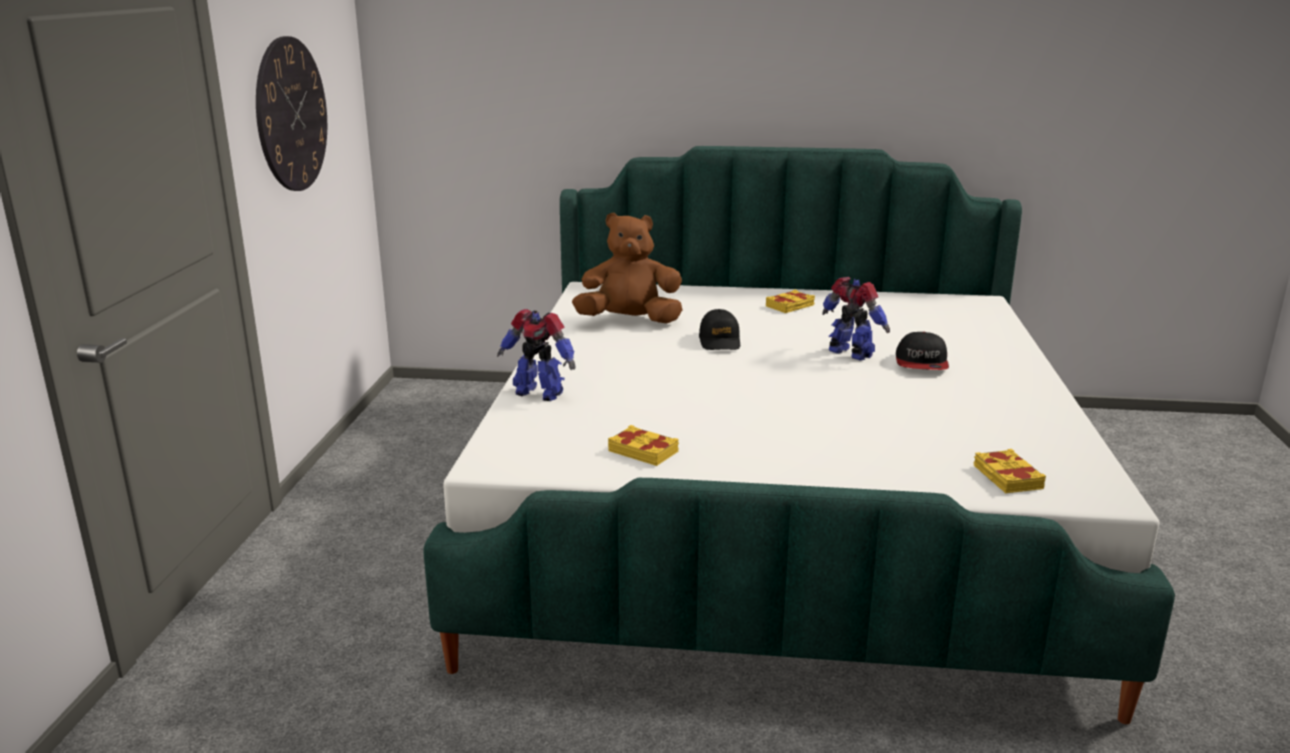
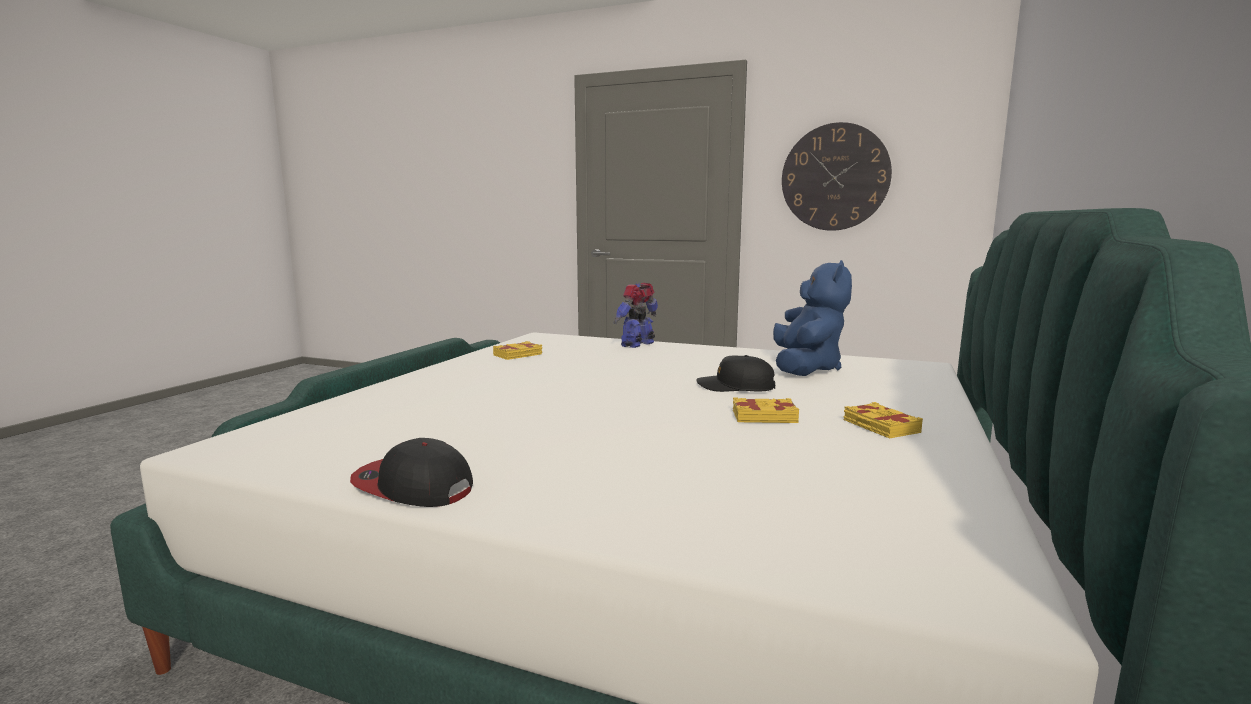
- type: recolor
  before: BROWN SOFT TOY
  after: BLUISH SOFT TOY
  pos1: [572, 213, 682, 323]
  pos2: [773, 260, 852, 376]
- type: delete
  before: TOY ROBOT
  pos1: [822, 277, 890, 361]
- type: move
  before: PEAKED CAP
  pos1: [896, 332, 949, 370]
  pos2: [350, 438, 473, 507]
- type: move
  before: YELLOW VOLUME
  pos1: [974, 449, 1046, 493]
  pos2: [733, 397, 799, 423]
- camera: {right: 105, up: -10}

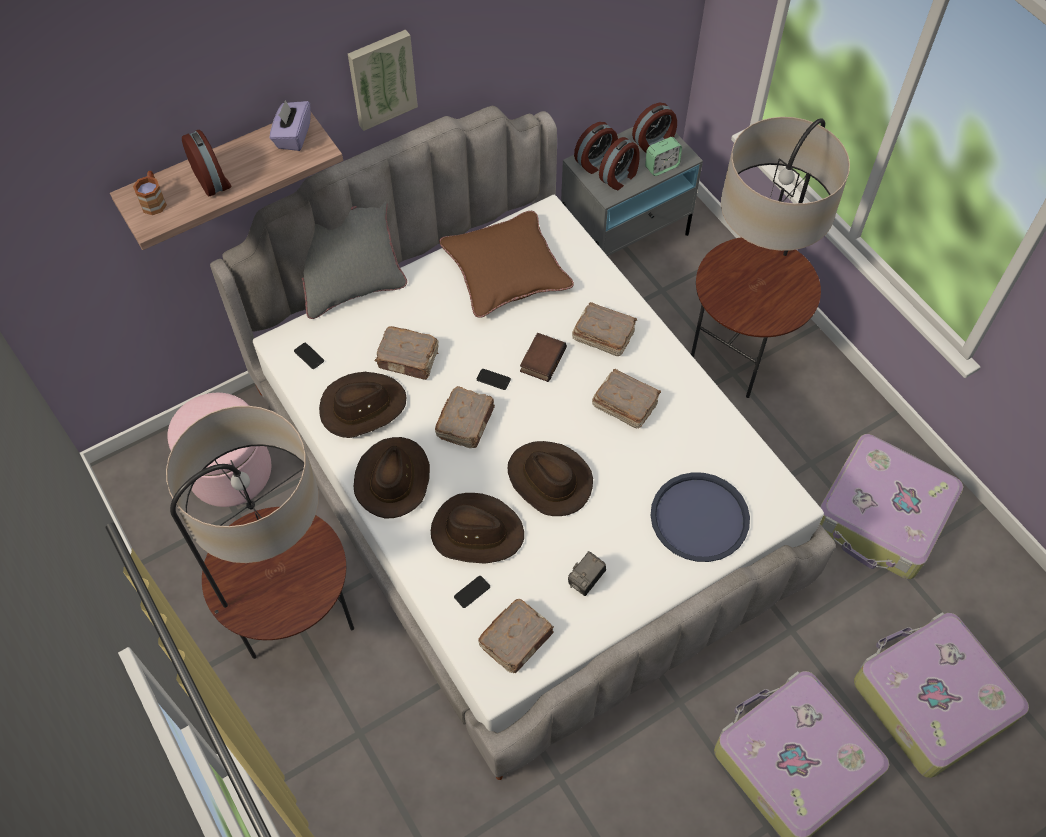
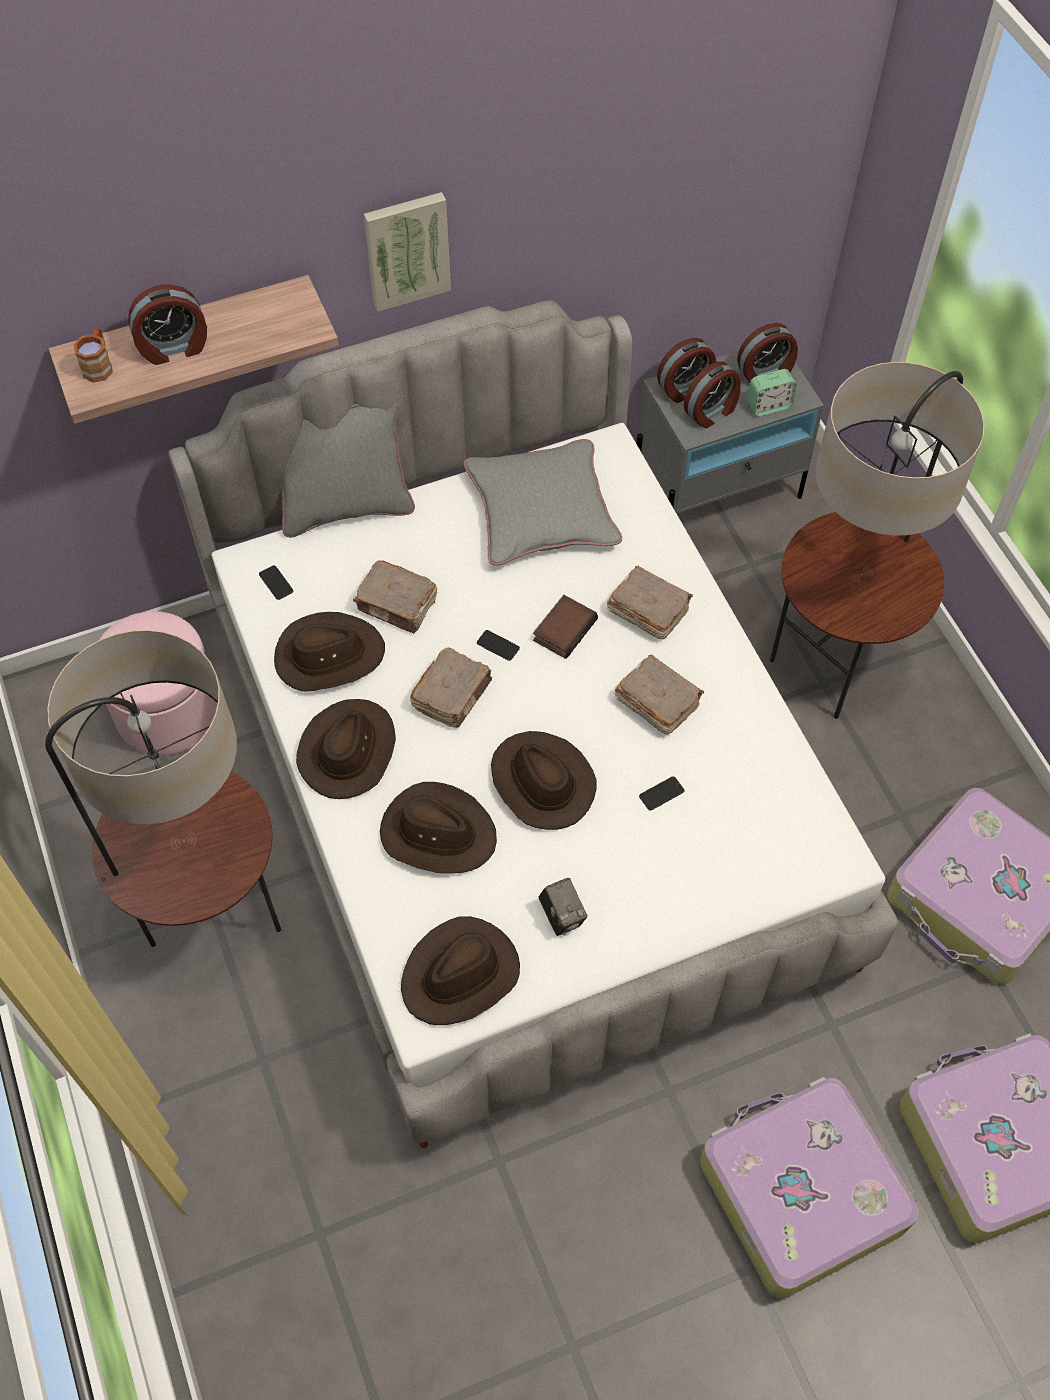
- type: rotate
  before: ALARM CLOCK
  pos1: [182, 130, 231, 196]
  pos2: [128, 284, 207, 365]
  turn: 90
- type: delete
  before: PURPLE-COLOURED TISSUE BOX
  pos1: [270, 100, 311, 151]
- type: recolor
  before: BROWN PILLOW
  after: GREYISH PILLOW
  pos1: [439, 211, 574, 318]
  pos2: [464, 439, 622, 566]
- type: move
  before: TELEPHONE
  pos1: [454, 576, 490, 608]
  pos2: [639, 776, 684, 811]
- type: replace
  before: BROWN VOLUME
  after: BROWN HAT
  pos1: [478, 599, 554, 673]
  pos2: [401, 916, 520, 1025]
- type: rotate
  before: PHOTO CAMERA
  pos1: [568, 551, 606, 596]
  pos2: [538, 878, 588, 936]
  turn: -75
- type: delete
  before: BLUISH TRAY
  pos1: [651, 472, 750, 562]
- camera: {right: 10, up: 0}

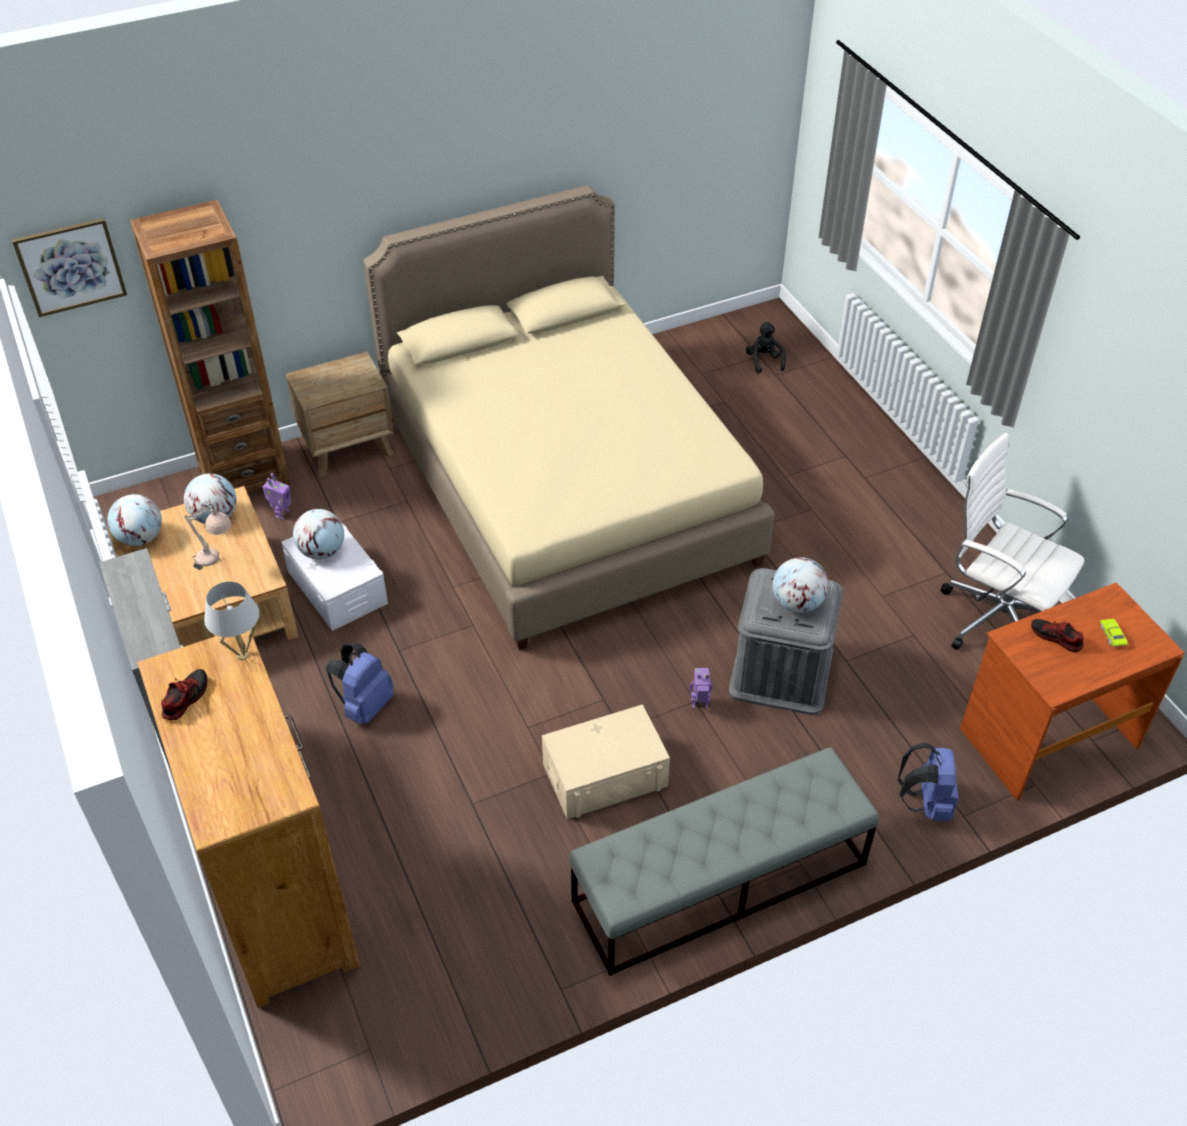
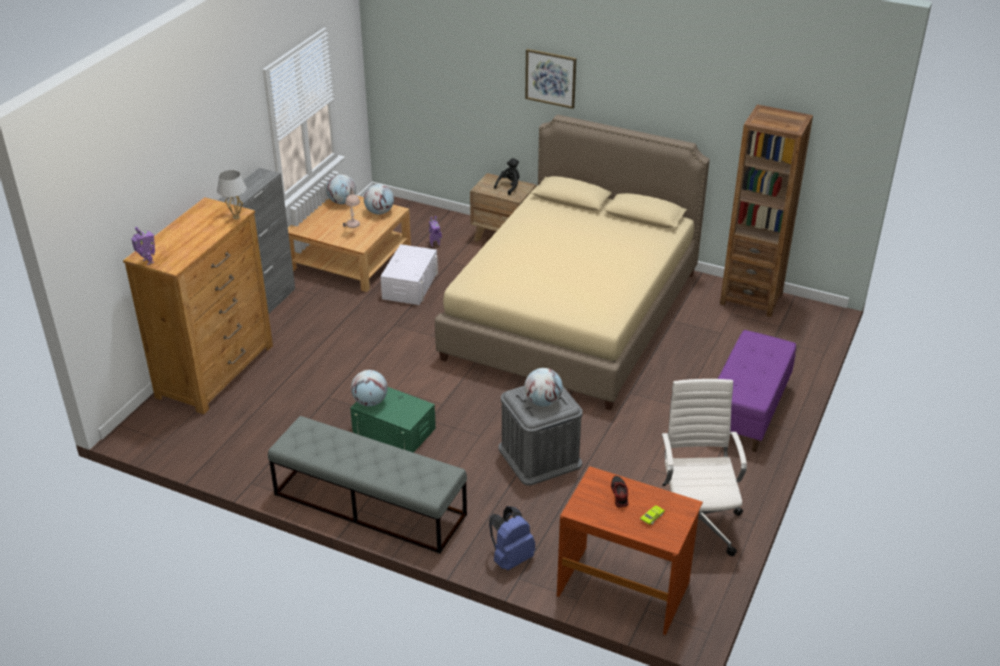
- type: move
  before: WALL PICTURE
  pos1: [12, 218, 127, 317]
  pos2: [525, 49, 576, 109]
- type: move
  before: BROWN SHELVING UNIT
  pos1: [130, 200, 291, 492]
  pos2: [720, 105, 813, 317]
- type: delete
  before: ITEM OF FOOTWEAR
  pos1: [161, 669, 208, 720]
- type: move
  before: DESK GLOBE
  pos1: [293, 509, 344, 559]
  pos2: [351, 370, 388, 406]
- type: delete
  before: BLUISH RUCKSACK
  pos1: [326, 643, 394, 724]
- type: recolor
  before: BEIGE STORAGE BOX
  after: GREENISH STORAGE BOX
  pos1: [542, 704, 670, 819]
  pos2: [350, 387, 436, 453]
- type: move
  before: TOY ROBOT
  pos1: [690, 668, 712, 708]
  pos2: [131, 227, 155, 265]
- type: move
  before: BLACK SOFT TOY
  pos1: [746, 322, 786, 374]
  pos2: [494, 158, 520, 195]
- type: insert
  after: PURPLE-COLOURED LONG SEAT
  pos2: [718, 330, 796, 452]
- camera: {right: 50, up: -10}

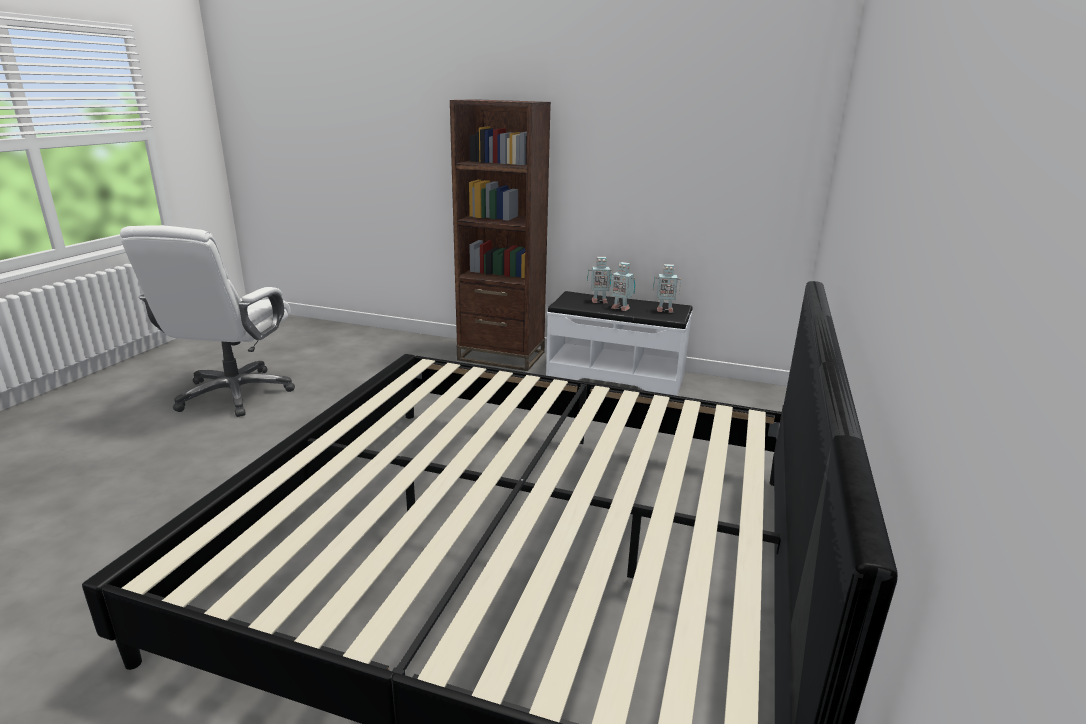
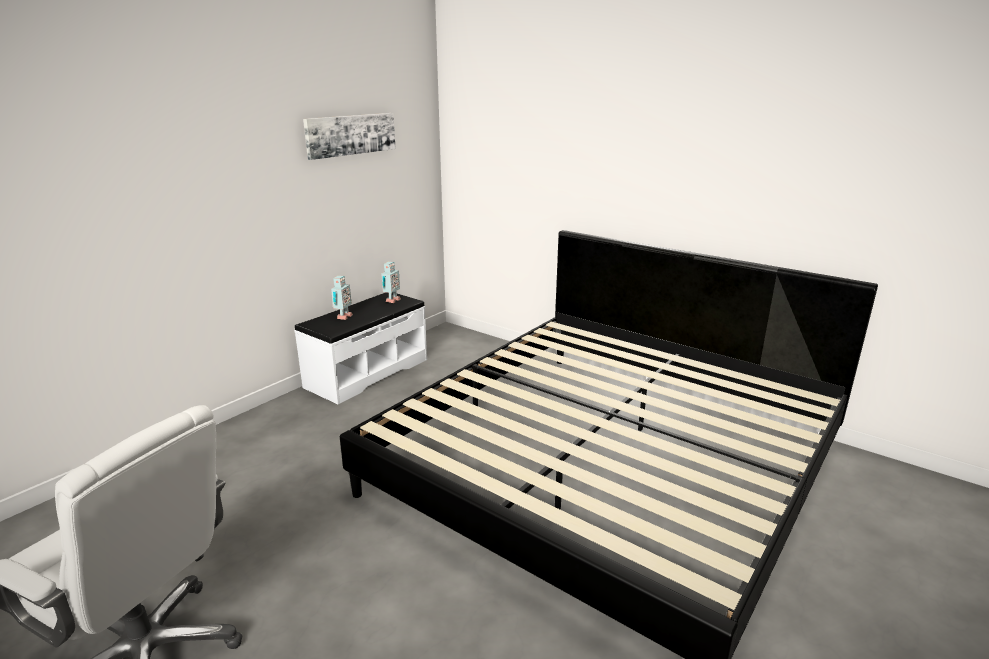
- type: delete
  before: BROWN SHELVING UNIT
  pos1: [450, 99, 551, 371]
- type: delete
  before: TOY ROBOT
  pos1: [610, 262, 635, 311]
- type: insert
  after: WALL PICTURE
  pos2: [303, 113, 396, 160]
- camera: {right: -70, up: 0}

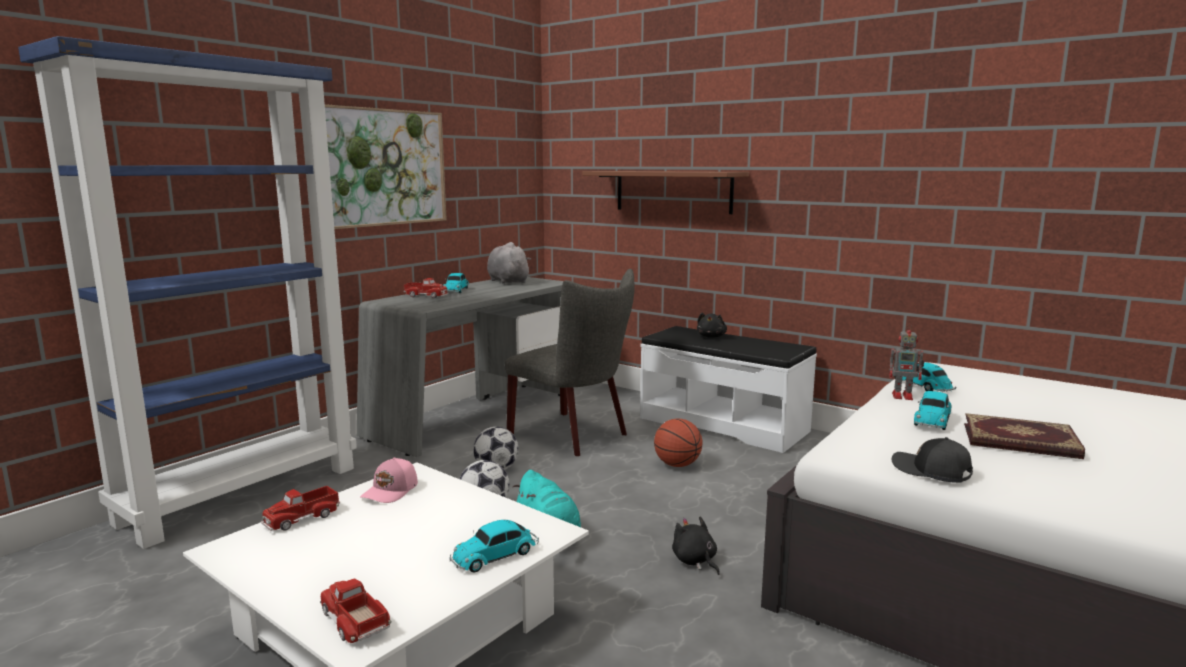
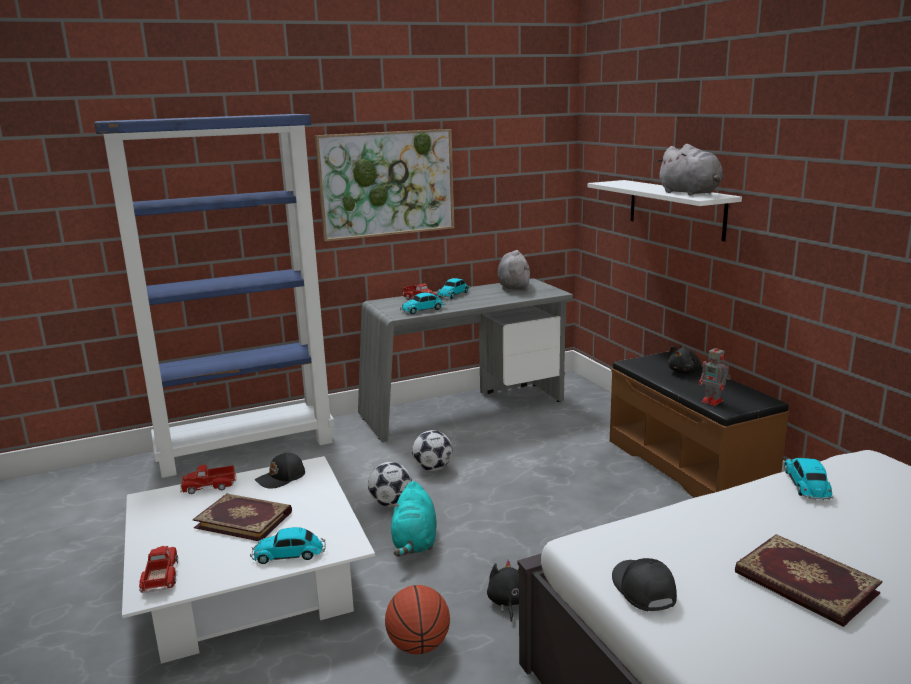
- type: recolor
  before: PINK PEAKED CAP
  after: BLACK PEAKED CAP
  pos1: [360, 457, 418, 503]
  pos2: [255, 453, 305, 489]
- type: delete
  before: GREYISH CHAIR
  pos1: [505, 269, 634, 456]
- type: recolor
  before: BROWN BRACKET SHELF
  after: WHITE BRACKET SHELF
  pos1: [582, 171, 749, 214]
  pos2: [588, 180, 742, 242]
- type: recolor
  before: WHITE LONG SEAT
  after: BROWN LONG SEAT
  pos1: [640, 326, 817, 453]
  pos2: [610, 352, 789, 498]
- type: move
  before: BALL FOR BASKETBALL
  pos1: [654, 418, 703, 467]
  pos2: [385, 585, 450, 654]
- type: move
  before: TOY ROBOT
  pos1: [889, 324, 924, 400]
  pos2: [699, 343, 730, 406]
- type: move
  before: TOY CAR
  pos1: [914, 391, 952, 430]
  pos2: [400, 292, 446, 314]
- type: insert
  after: VOLUME
  pos2: [193, 494, 292, 541]
- type: insert
  after: GREYISH SOFT TOY
  pos2: [656, 144, 723, 196]
- camera: {right: 30, up: 5}

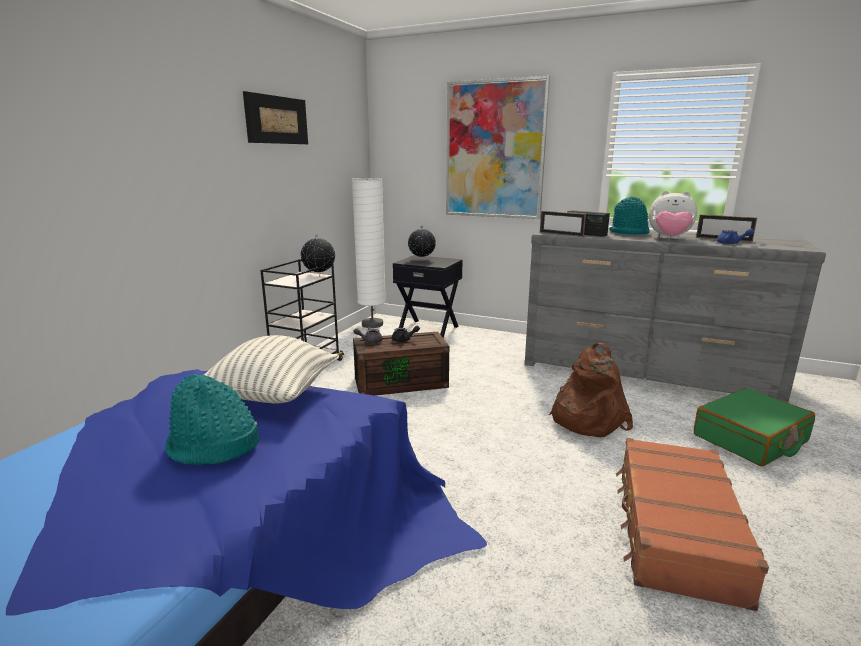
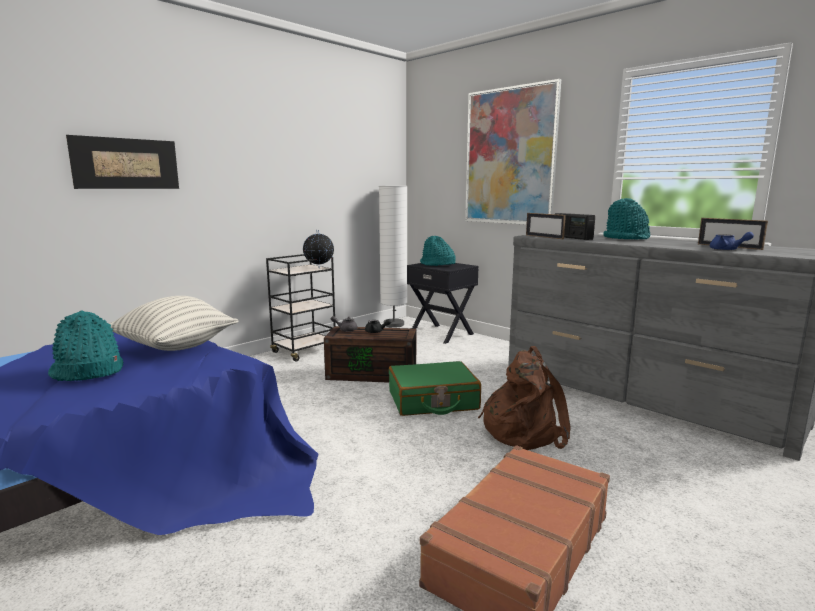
- type: move
  before: WALL PICTURE
  pos1: [243, 91, 308, 144]
  pos2: [66, 135, 179, 189]
- type: replace
  before: DESK GLOBE
  after: BLUE-GREEN HAT
  pos1: [408, 225, 436, 261]
  pos2: [420, 236, 456, 266]
- type: delete
  before: SOFT TOY
  pos1: [649, 191, 697, 239]
- type: move
  before: GREENISH SUITCASE
  pos1: [694, 388, 815, 466]
  pos2: [389, 361, 481, 416]
- camera: {right: 20, up: -5}

